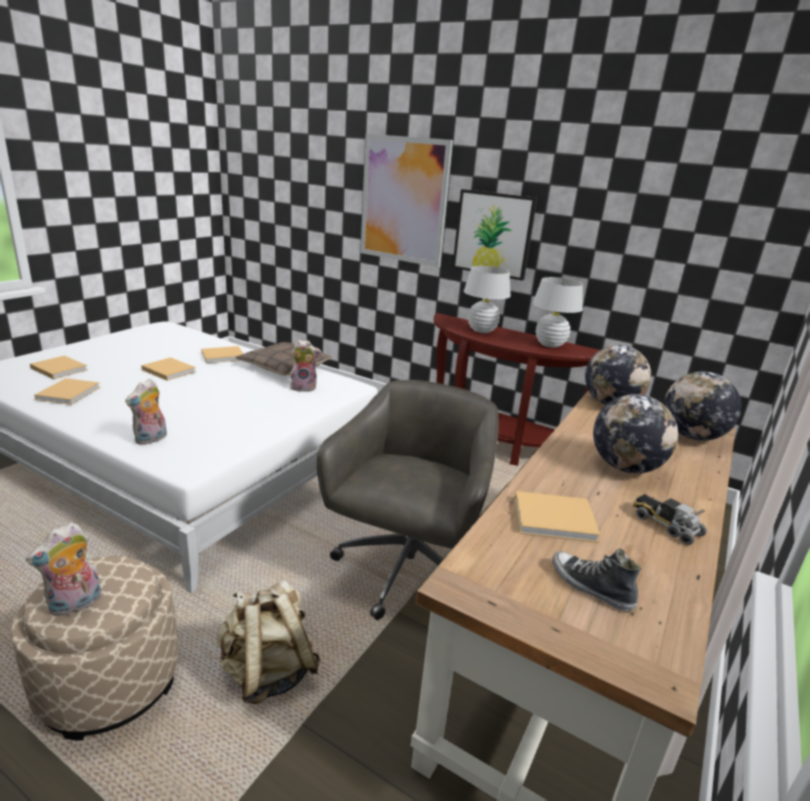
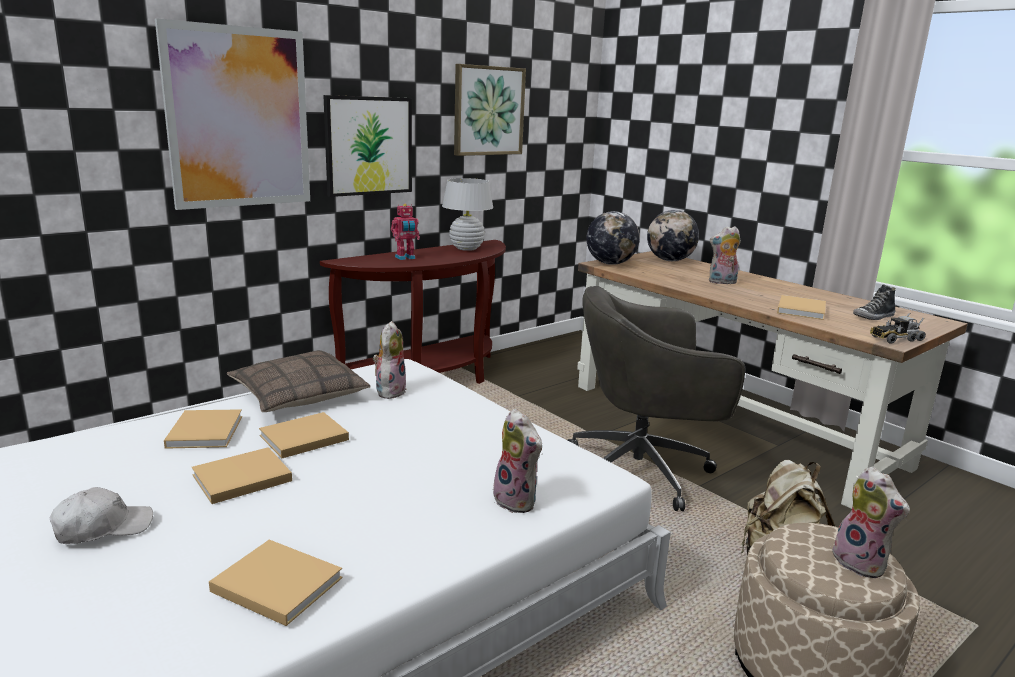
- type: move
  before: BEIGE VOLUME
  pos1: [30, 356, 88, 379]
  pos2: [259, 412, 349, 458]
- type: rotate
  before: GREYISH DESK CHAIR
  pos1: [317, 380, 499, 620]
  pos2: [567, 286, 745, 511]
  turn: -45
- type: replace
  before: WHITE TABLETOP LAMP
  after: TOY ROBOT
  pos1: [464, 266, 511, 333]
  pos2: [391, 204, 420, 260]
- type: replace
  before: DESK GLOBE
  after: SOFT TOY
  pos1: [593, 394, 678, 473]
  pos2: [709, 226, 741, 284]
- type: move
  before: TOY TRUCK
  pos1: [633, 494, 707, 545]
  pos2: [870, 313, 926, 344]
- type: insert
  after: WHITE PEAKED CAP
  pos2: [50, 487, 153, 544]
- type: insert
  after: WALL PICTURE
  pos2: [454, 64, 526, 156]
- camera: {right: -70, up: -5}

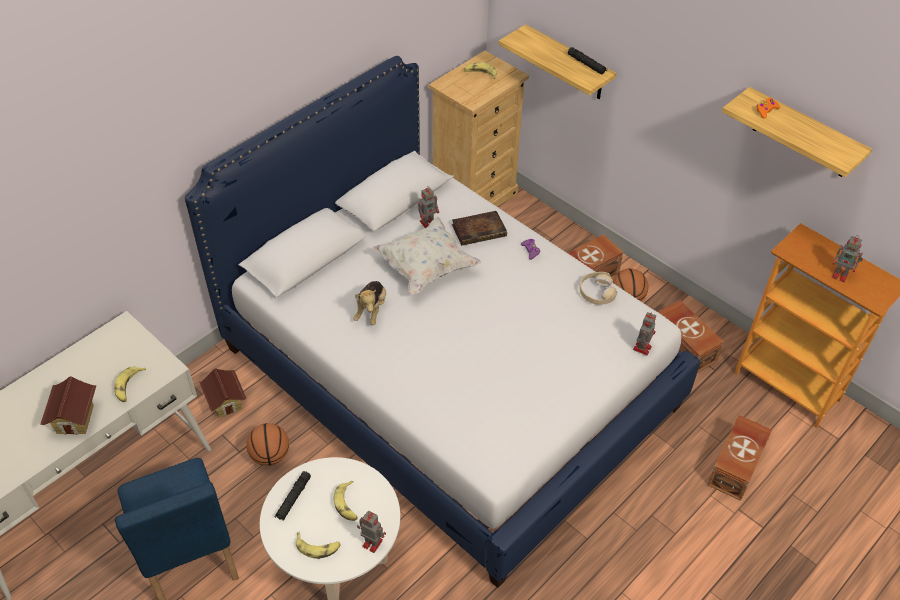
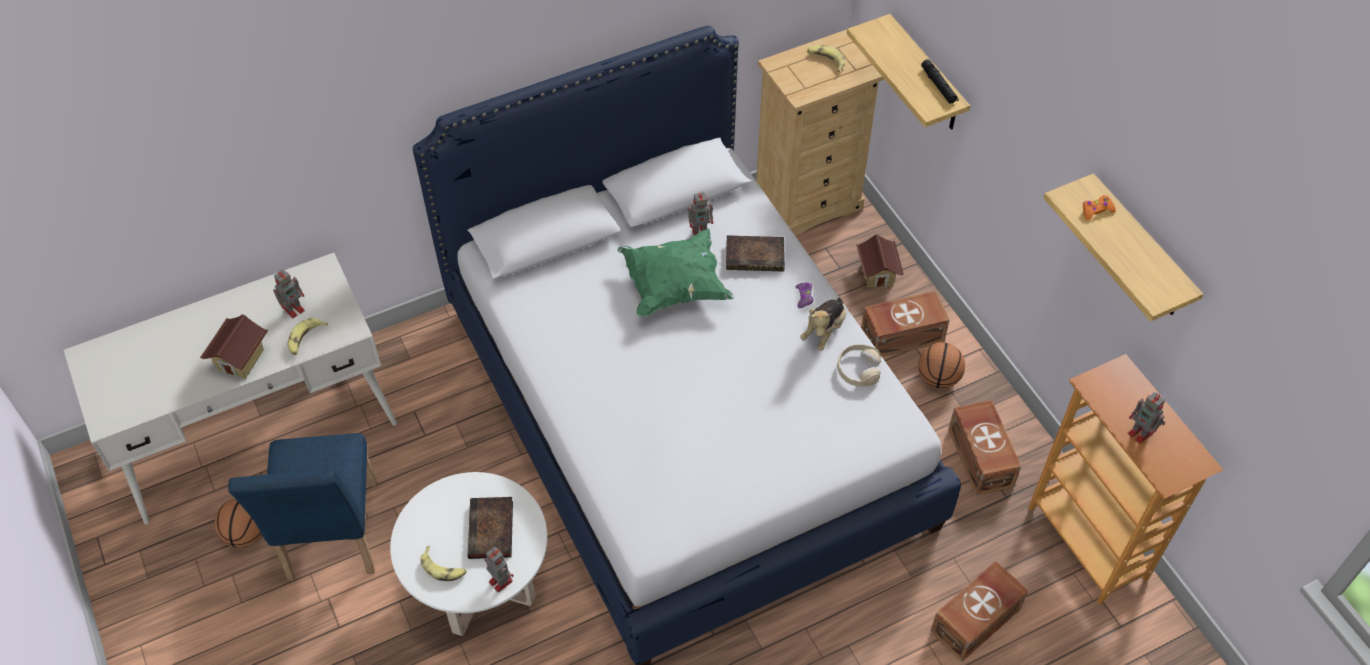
- type: move
  before: MINIATURE HOUSE
  pos1: [199, 368, 247, 418]
  pos2: [856, 234, 904, 288]
- type: move
  before: BALL FOR BASKETBALL
  pos1: [246, 423, 289, 466]
  pos2: [214, 498, 262, 548]
- type: delete
  before: BLACK FLASHLIGHT
  pos1: [274, 471, 311, 521]
- type: replace
  before: BANANA
  after: VOLUME
  pos1: [334, 481, 358, 521]
  pos2: [468, 497, 513, 559]
- type: move
  before: SOFT TOY
  pos1: [354, 281, 386, 325]
  pos2: [800, 298, 846, 351]
- type: recolor
  before: WHITE PILLOW
  after: GREENISH PILLOW
  pos1: [372, 217, 481, 294]
  pos2: [618, 229, 734, 316]
- type: move
  before: TOY ROBOT
  pos1: [633, 312, 656, 355]
  pos2: [273, 269, 305, 318]
- camera: {right: 20, up: 5}

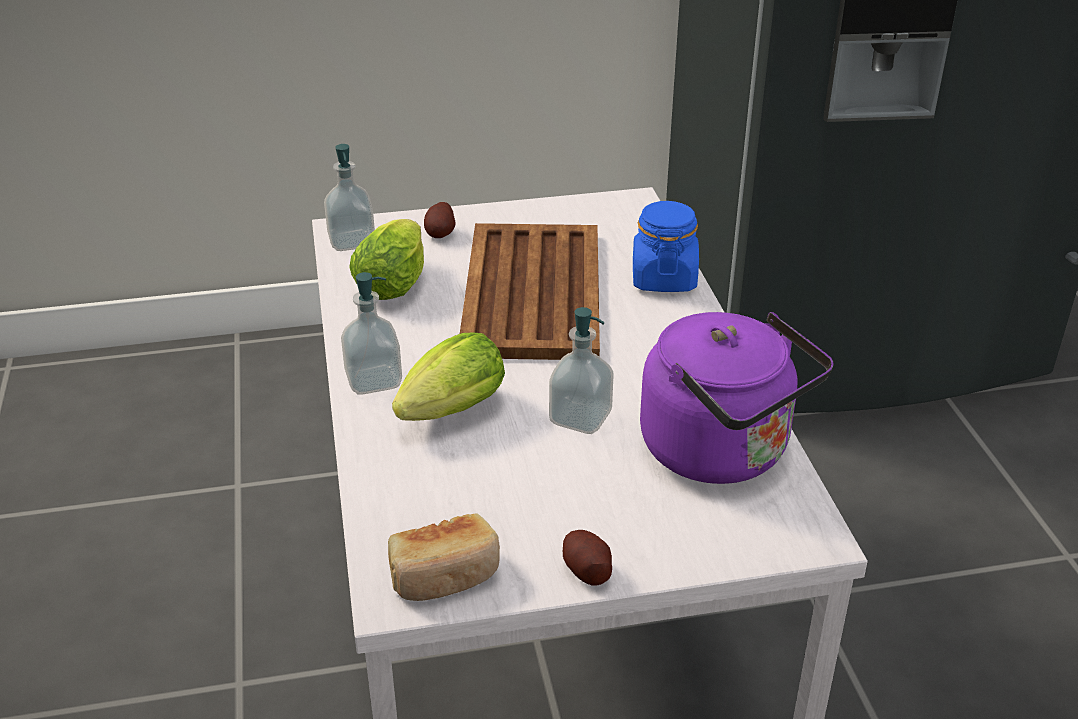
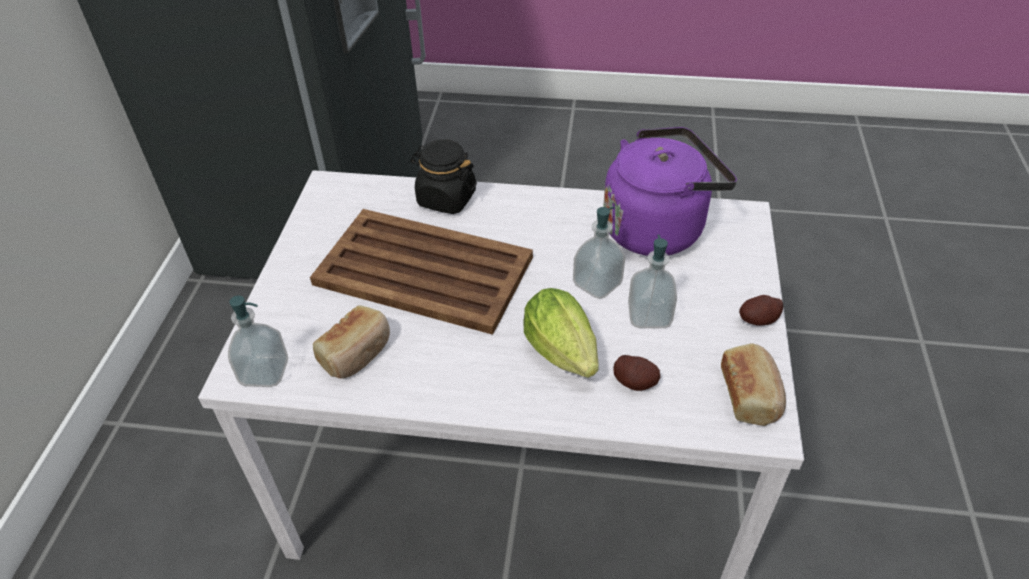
- type: move
  before: SOAP BOTTLE
  pos1: [341, 272, 402, 395]
  pos2: [628, 235, 677, 328]
- type: replace
  before: LETTUCE HEAD
  after: BAKED BREAD
  pos1: [349, 219, 424, 300]
  pos2: [313, 305, 390, 379]
- type: move
  before: SPUD
  pos1: [424, 202, 456, 238]
  pos2: [614, 355, 660, 391]
- type: recolor
  before: BLUISH JAR
  after: BLACK JAR
  pos1: [633, 201, 699, 292]
  pos2: [410, 139, 477, 214]
- camera: {right: -70, up: 10}

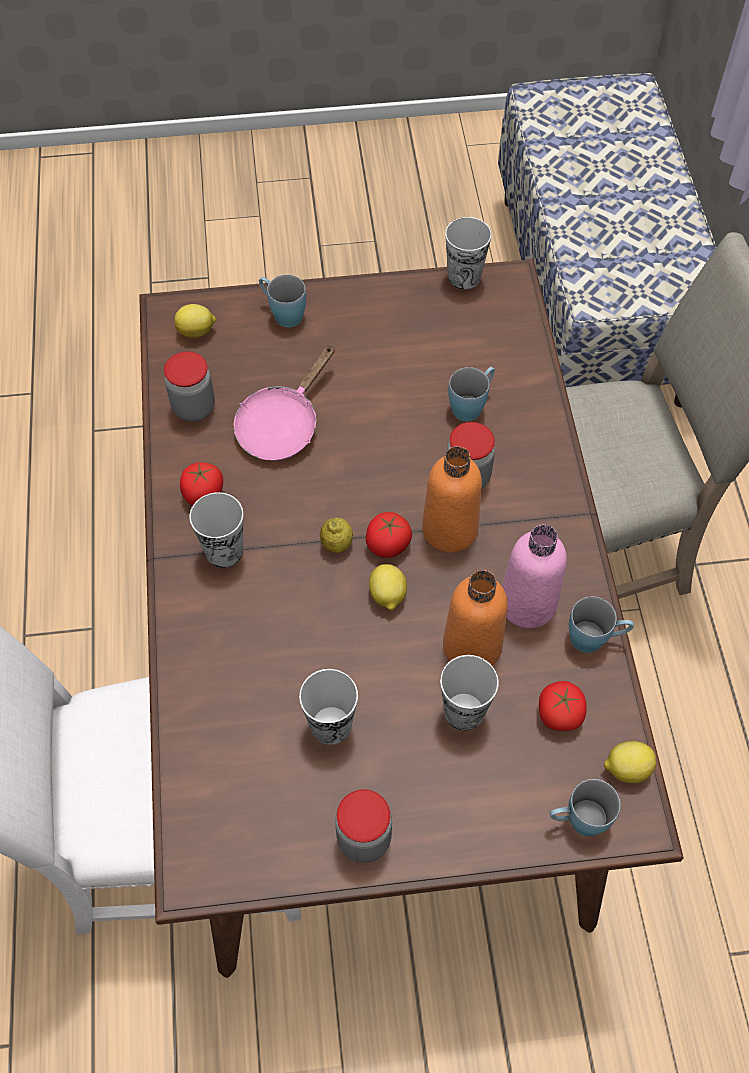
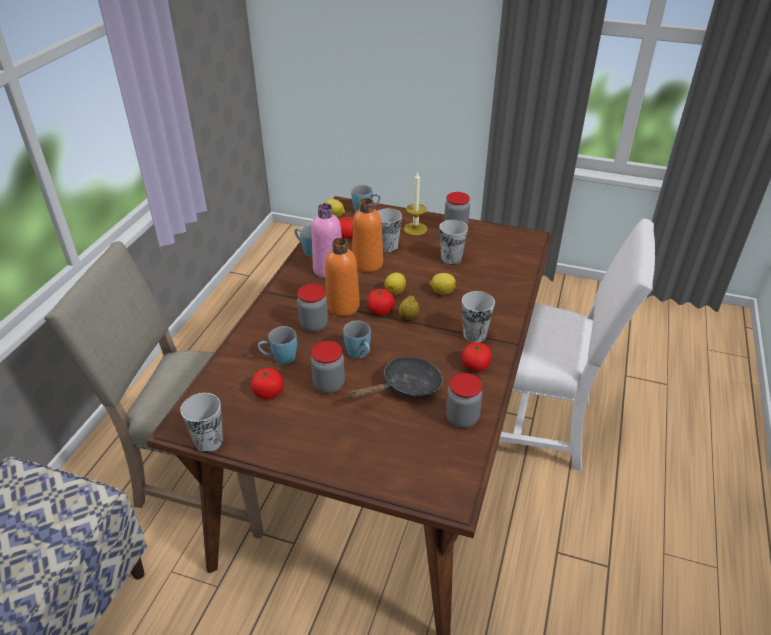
- type: move
  before: CITRUS FRUIT
  pos1: [175, 304, 216, 338]
  pos2: [429, 273, 456, 295]
- type: recolor
  before: PINK SKILLET
  after: BLACK SKILLET
  pos1: [233, 345, 335, 461]
  pos2: [349, 357, 443, 399]
- type: move
  before: BLUISH COFFEE MUG
  pos1: [259, 275, 306, 327]
  pos2: [343, 321, 371, 358]
- type: insert
  after: TOMATO
  pos2: [251, 368, 284, 399]
- type: insert
  after: JAR
  pos2: [311, 341, 345, 393]
- type: insert
  after: WAX LIGHT
  pos2: [404, 172, 427, 236]
- camera: {right: -155, up: -20}

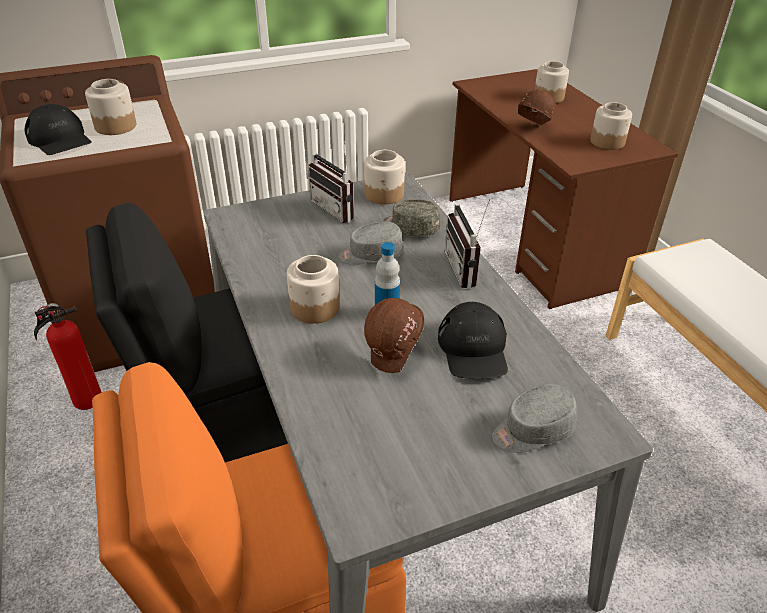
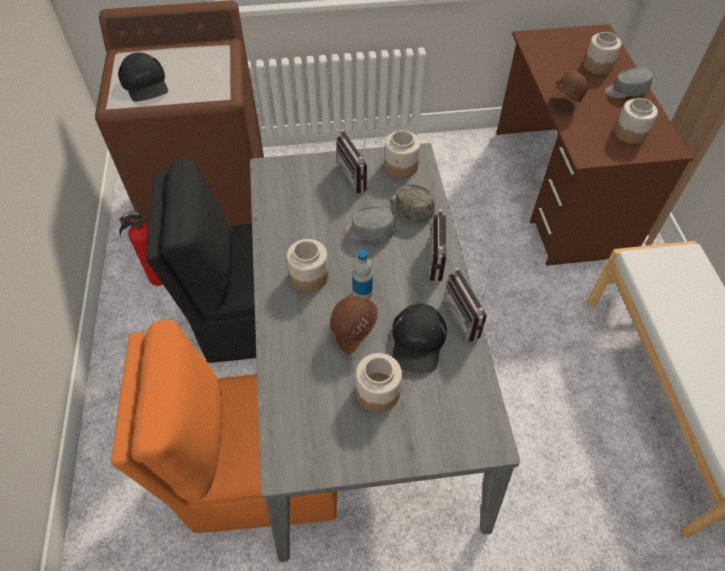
- type: move
  before: JAR
  pos1: [85, 79, 136, 135]
  pos2: [356, 353, 402, 412]
- type: move
  before: GREYISH PEAKED CAP
  pos1: [492, 384, 577, 453]
  pos2: [605, 67, 653, 98]
- type: insert
  after: RADIO
  pos2: [444, 267, 490, 342]
- camera: {right: 15, up: 15}

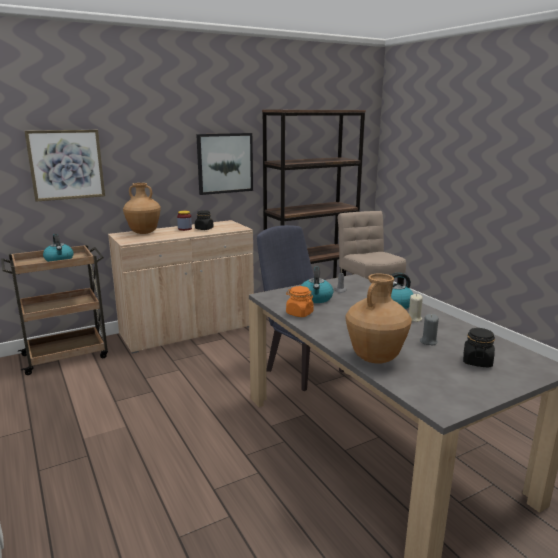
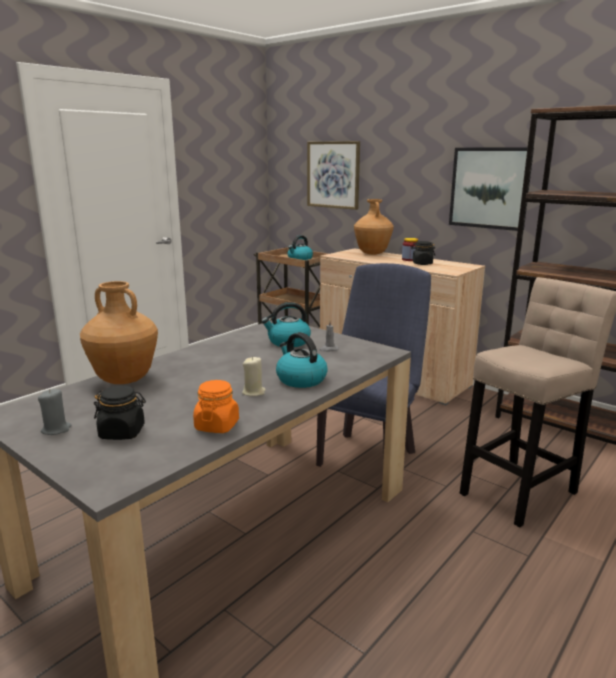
- type: move
  before: ORANGE-COLOURED JAR
  pos1: [286, 286, 314, 317]
  pos2: [193, 380, 239, 433]
- type: move
  before: GREYISH WAX LIGHT
  pos1: [420, 314, 439, 345]
  pos2: [38, 389, 72, 435]
- camera: {right: 70, up: 0}

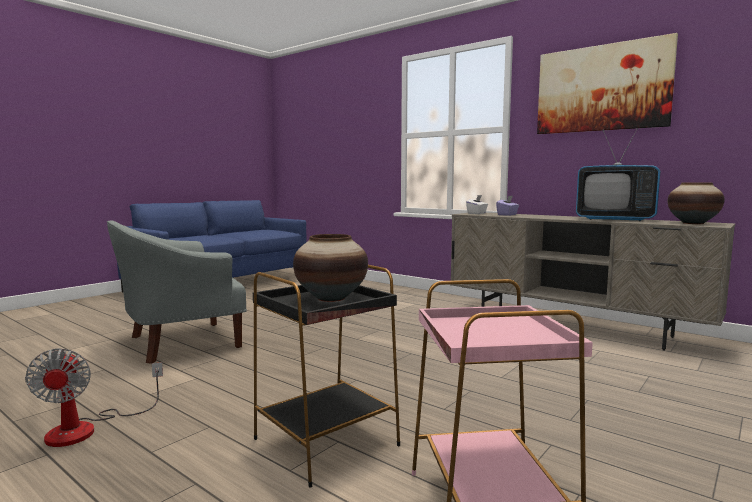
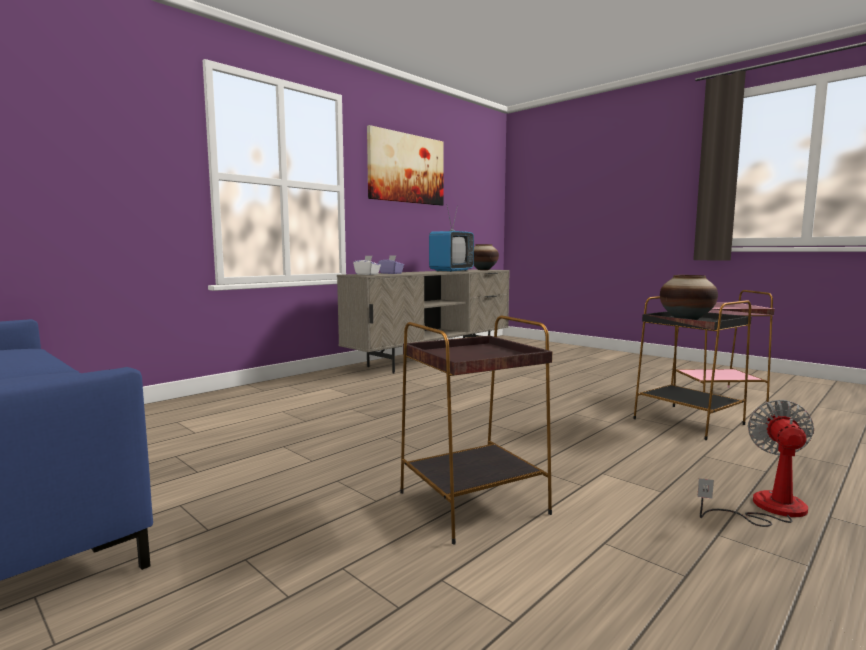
- type: rotate
  before: ELECTRIC FAN
  pos1: [25, 348, 163, 447]
  pos2: [697, 400, 814, 527]
  turn: -60
- type: replace
  before: GREYISH ARMCHAIR
  after: BROWN ACCENT TABLE
  pos1: [107, 220, 247, 364]
  pos2: [400, 316, 552, 545]
- camera: {right: -85, up: 0}

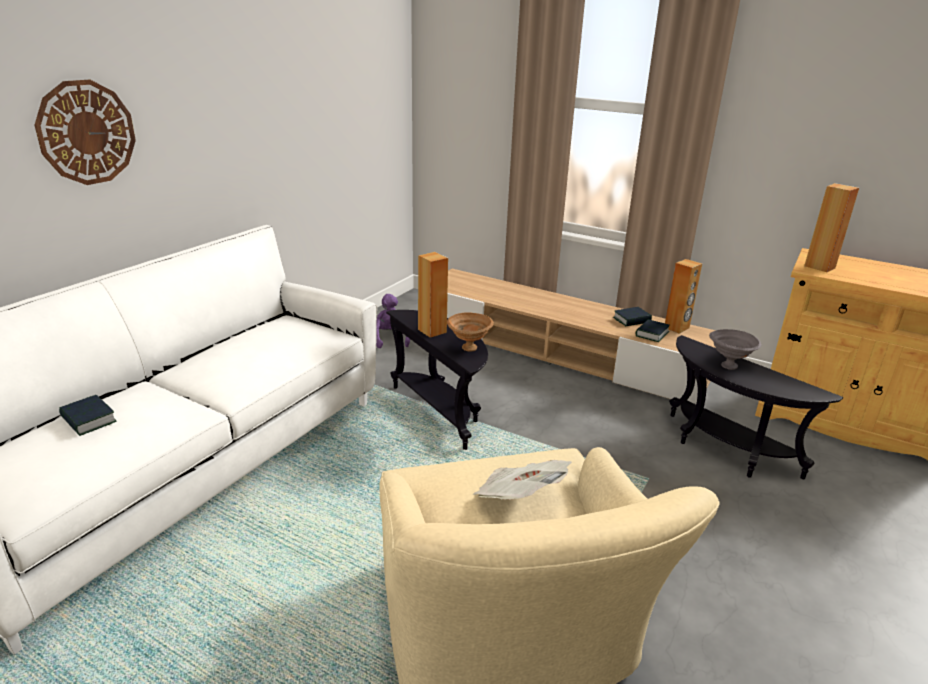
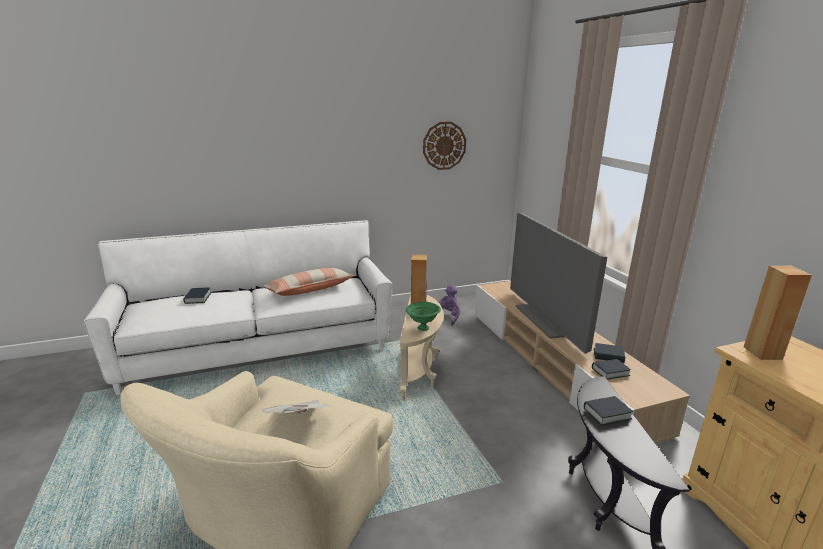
- type: move
  before: CLOCK ON THE WALL
  pos1: [35, 80, 136, 185]
  pos2: [423, 122, 466, 170]
- type: recolor
  before: BLACK ACCENT TABLE
  after: BEIGE ACCENT TABLE
  pos1: [386, 310, 488, 450]
  pos2: [399, 294, 444, 401]
- type: recolor
  before: BROWN SERVING BOWL
  after: GREENISH SERVING BOWL
  pos1: [447, 312, 494, 352]
  pos2: [406, 301, 441, 331]
- type: delete
  before: BROWN AUDIO SPEAKER
  pos1: [665, 259, 702, 334]
- type: replace
  before: GREYISH SERVING BOWL
  after: VOLUME
  pos1: [709, 329, 762, 370]
  pos2: [584, 396, 633, 425]
- type: insert
  after: PILLOW
  pos2: [263, 268, 354, 296]
- type: insert
  after: TV
  pos2: [510, 212, 607, 354]
- camera: {right: 40, up: -5}

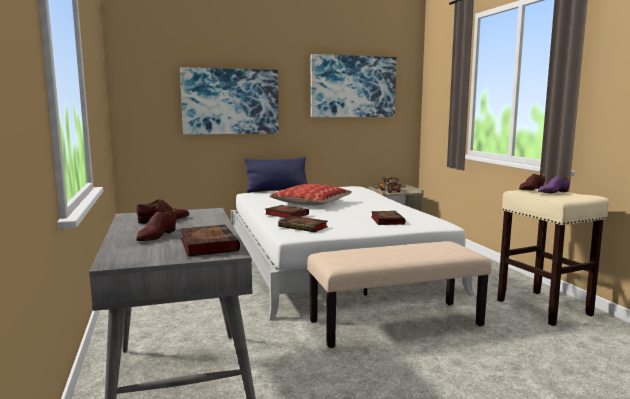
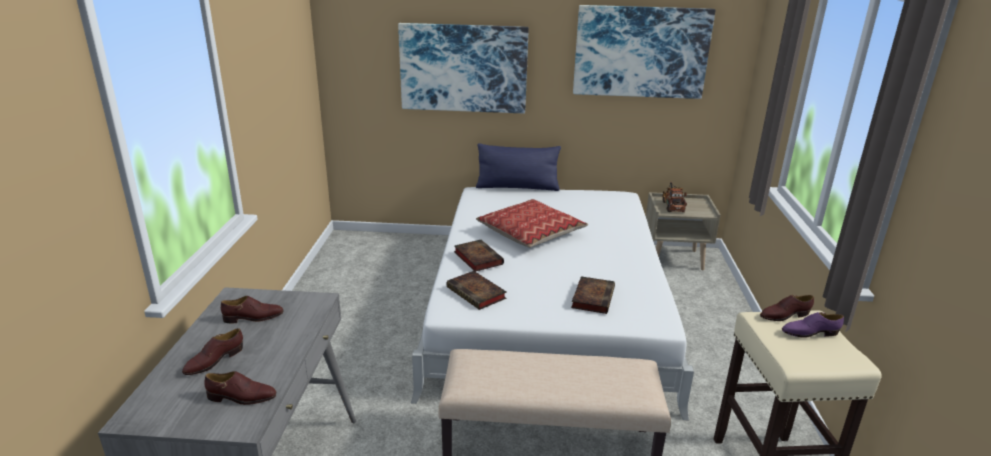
- type: replace
  before: VOLUME
  after: BROWN ITEM OF FOOTWEAR
  pos1: [181, 225, 240, 257]
  pos2: [205, 371, 276, 405]
- camera: {right: 20, up: 15}

